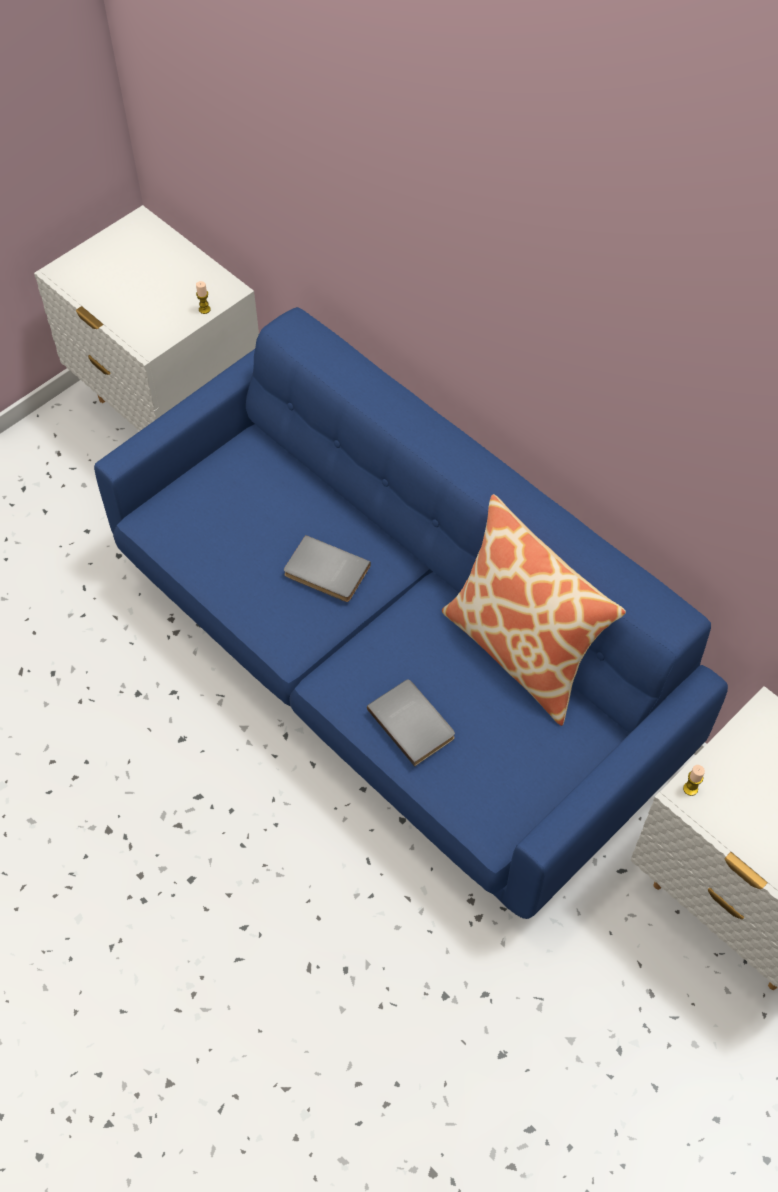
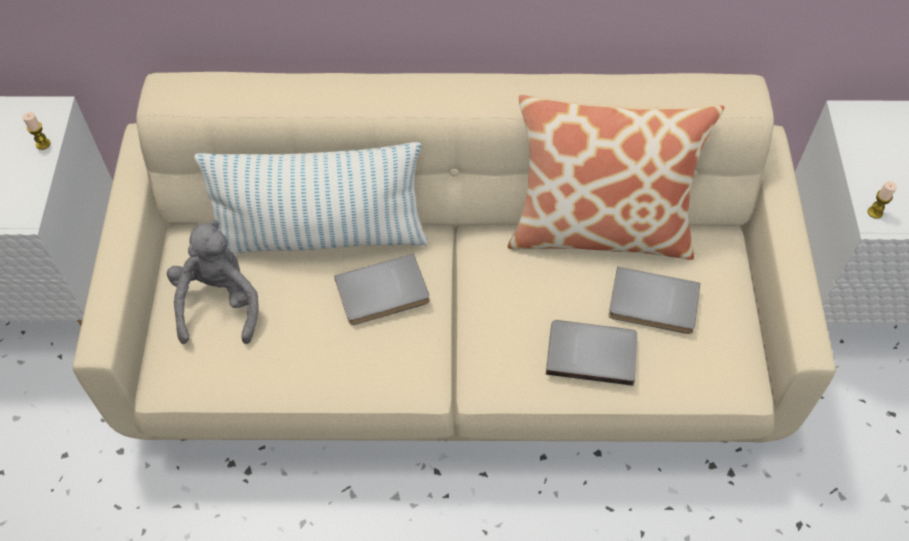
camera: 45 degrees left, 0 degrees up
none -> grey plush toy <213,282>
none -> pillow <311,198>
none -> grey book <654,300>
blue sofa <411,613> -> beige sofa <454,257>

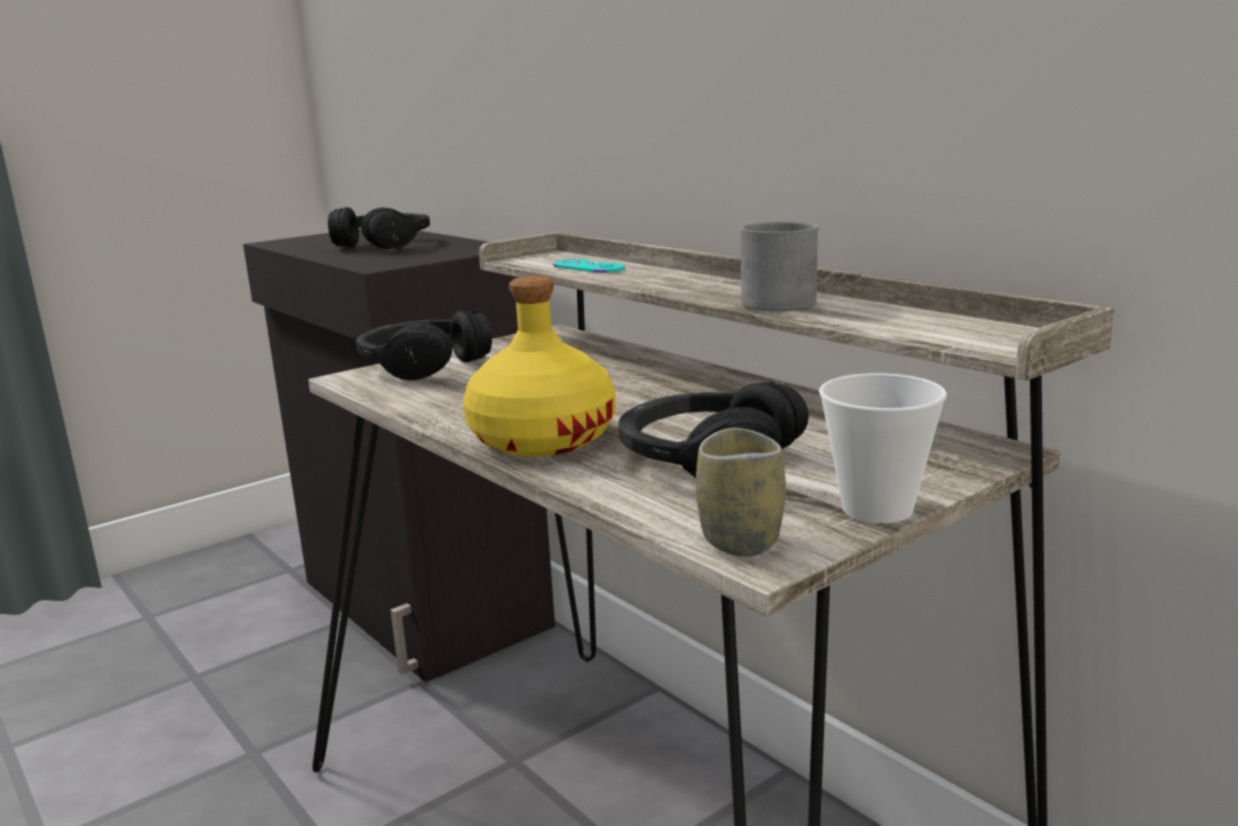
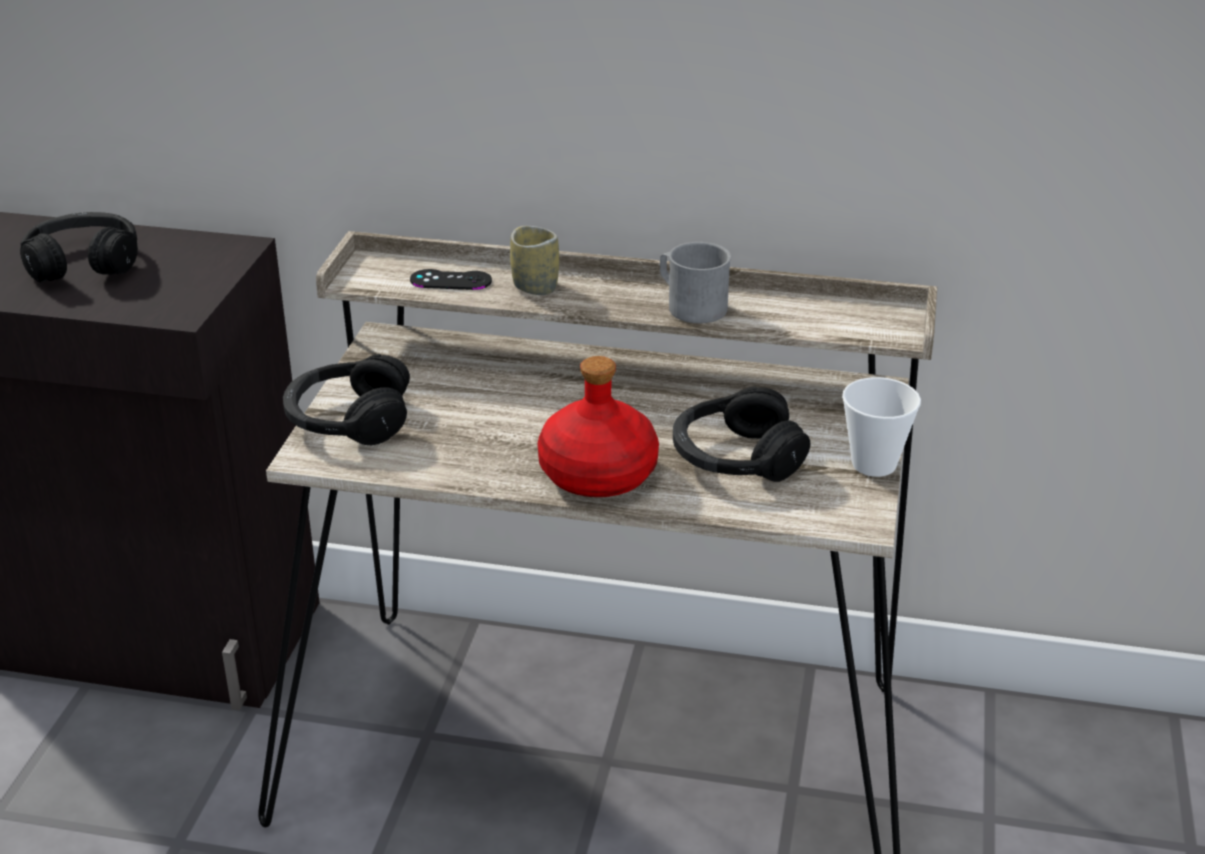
camera: 40 degrees left, 15 degrees up
cup <740,492> -> cup <534,260>, move
yellow bottle <539,366> -> red bottle <598,426>
turquoise game controller <589,266> -> black game controller <451,279>

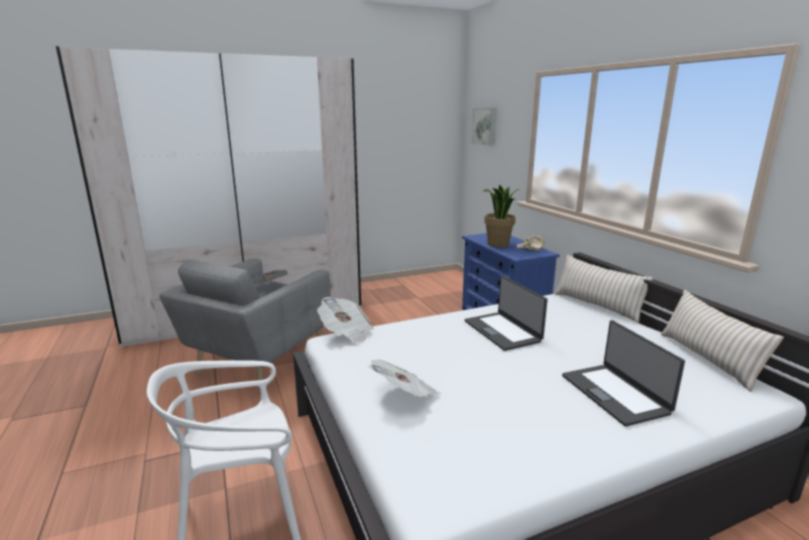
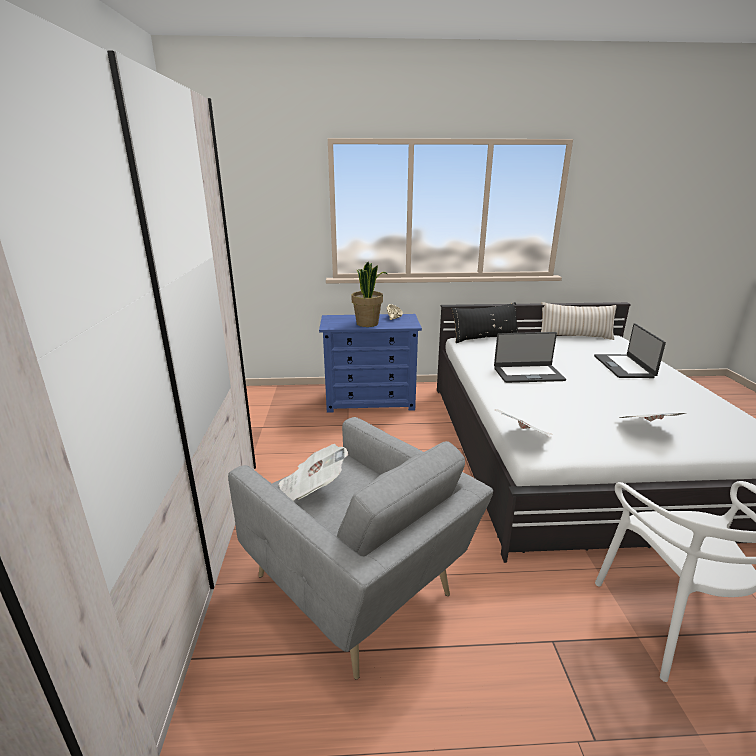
camera: 70 degrees left, 5 degrees up
picture <484,127> -> none
beige pillow <604,289> -> black pillow <485,322>
laptop <623,373> -> laptop <630,350>, 90 degrees clockwise

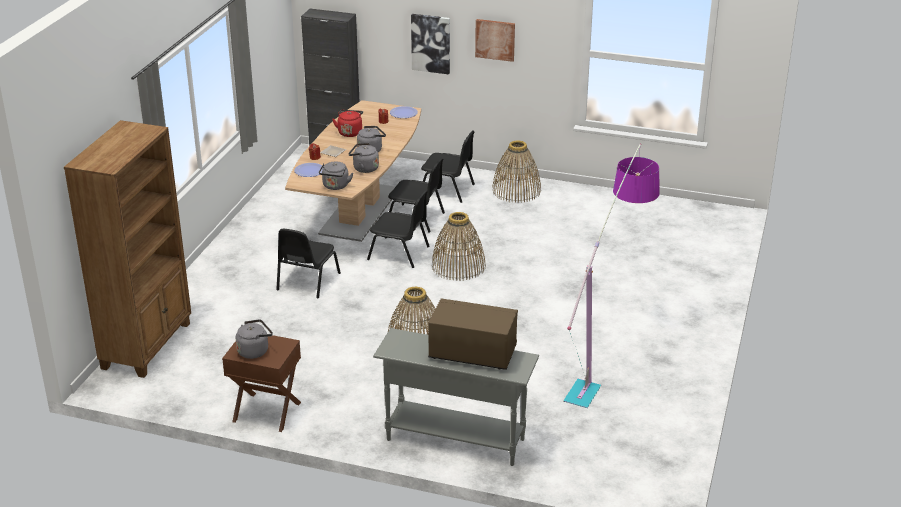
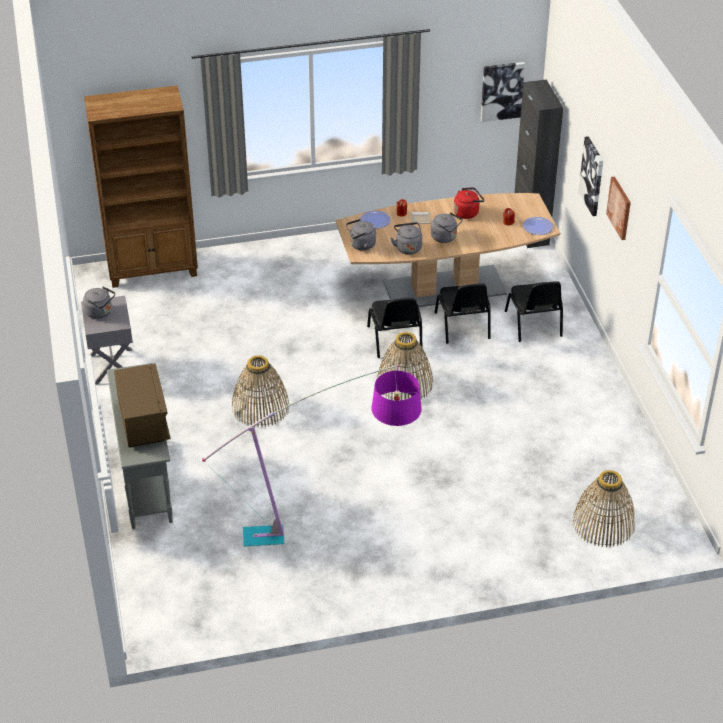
camera: 60 degrees right, 10 degrees up
black chair <308,263> -> none
none -> picture <503,92>
basket <516,172> -> basket <604,508>, move
brown nightstand <261,383> -> grey nightstand <107,340>

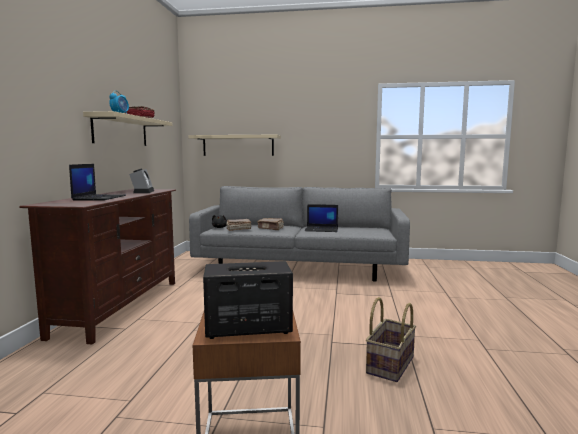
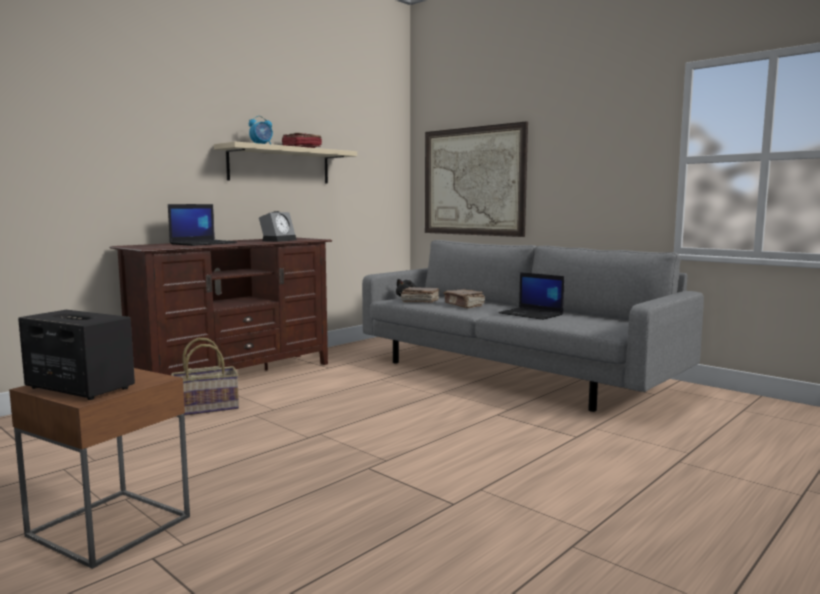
camera: 35 degrees right, 0 degrees up
basket <391,339> -> basket <205,377>, move
beige shelf <234,145> -> picture <476,179>

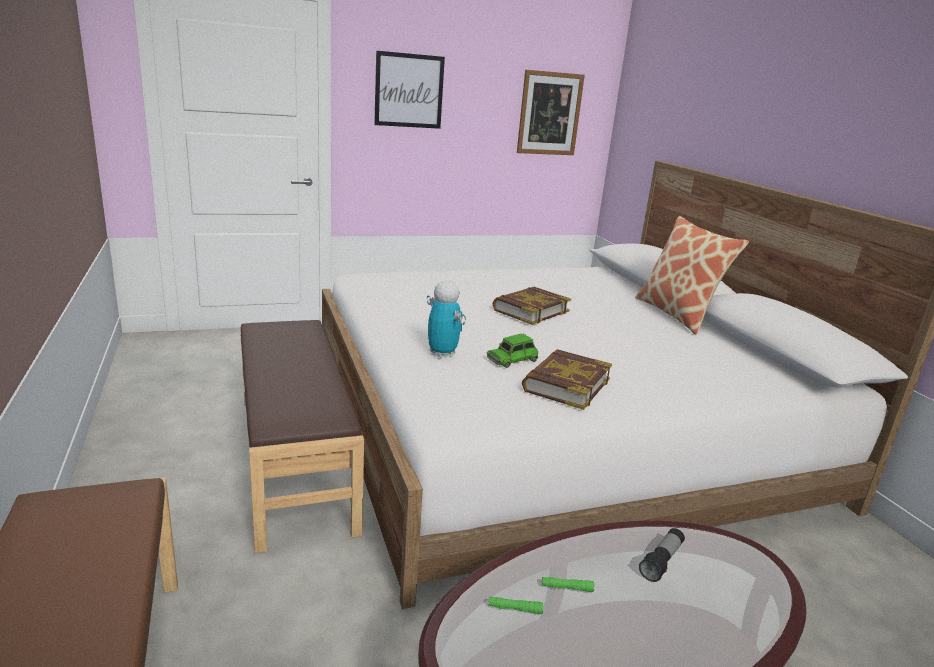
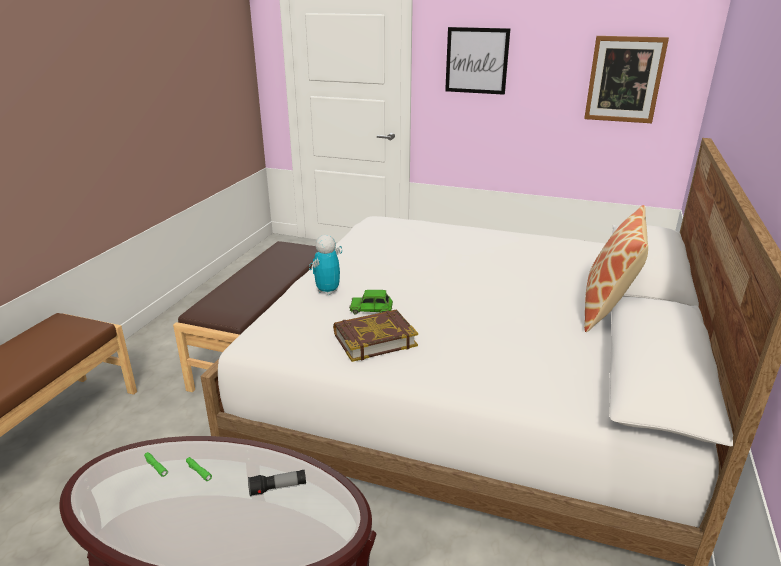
camera: 40 degrees right, 5 degrees up
book <532,306> -> none
toy robot <446,319> -> toy robot <325,265>, 150 degrees counterclockwise

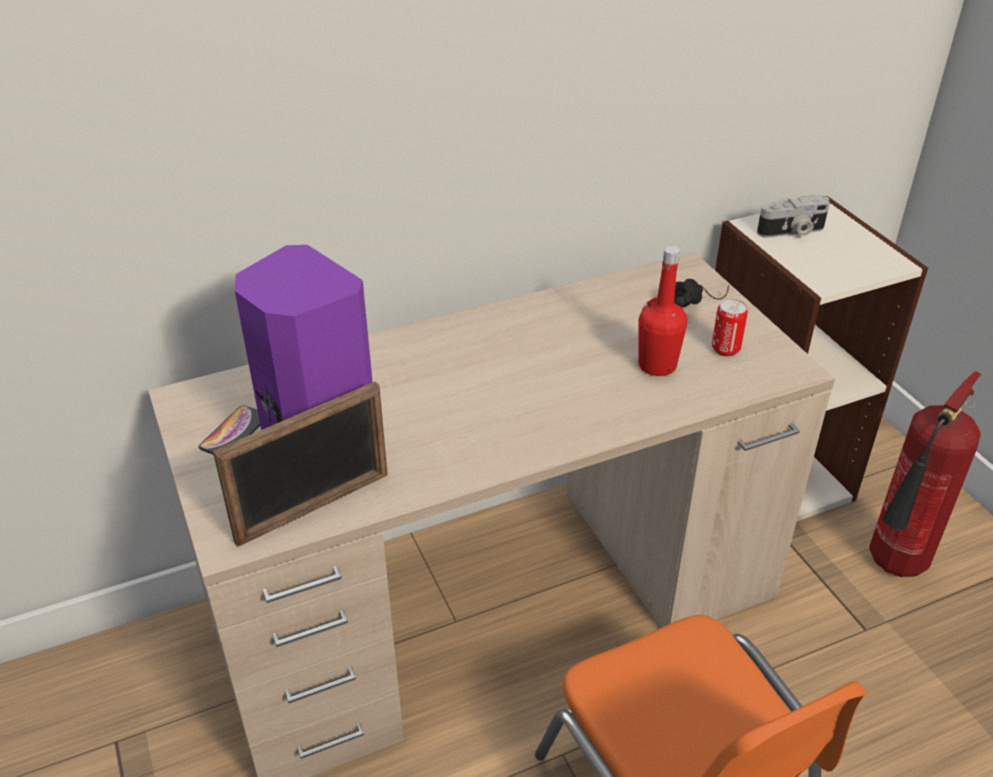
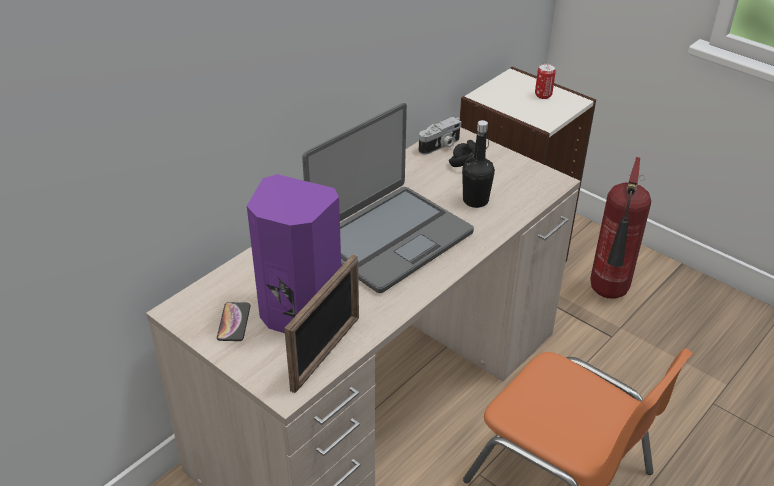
camera: 25 degrees left, 0 degrees up
none -> laptop <388,198>
can <730,327> -> can <545,81>, move
photo camera <793,216> -> photo camera <440,136>, move
red bottle <662,311> -> black bottle <478,164>

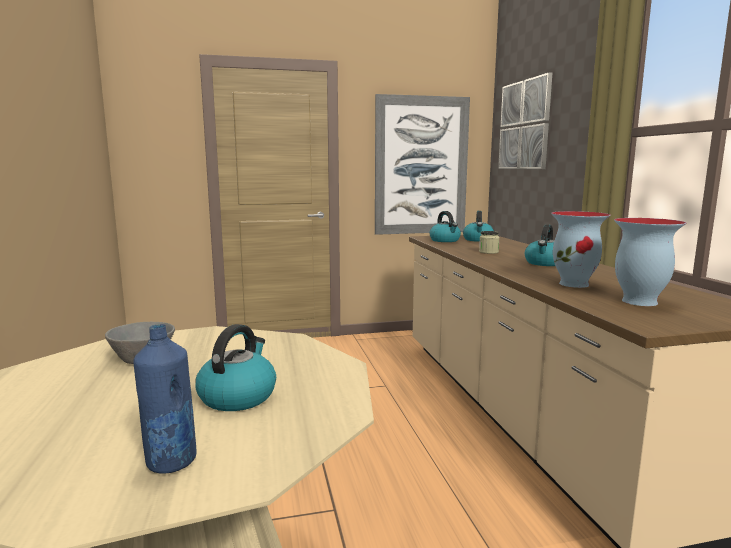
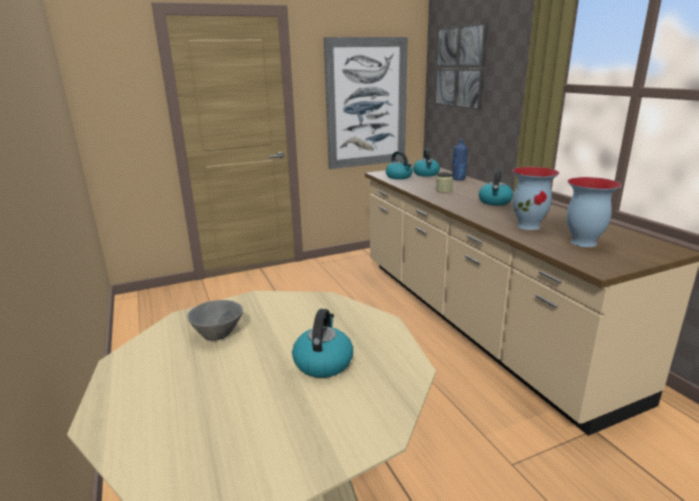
camera: 10 degrees left, 10 degrees up
blue bottle <165,399> -> blue bottle <460,160>, move

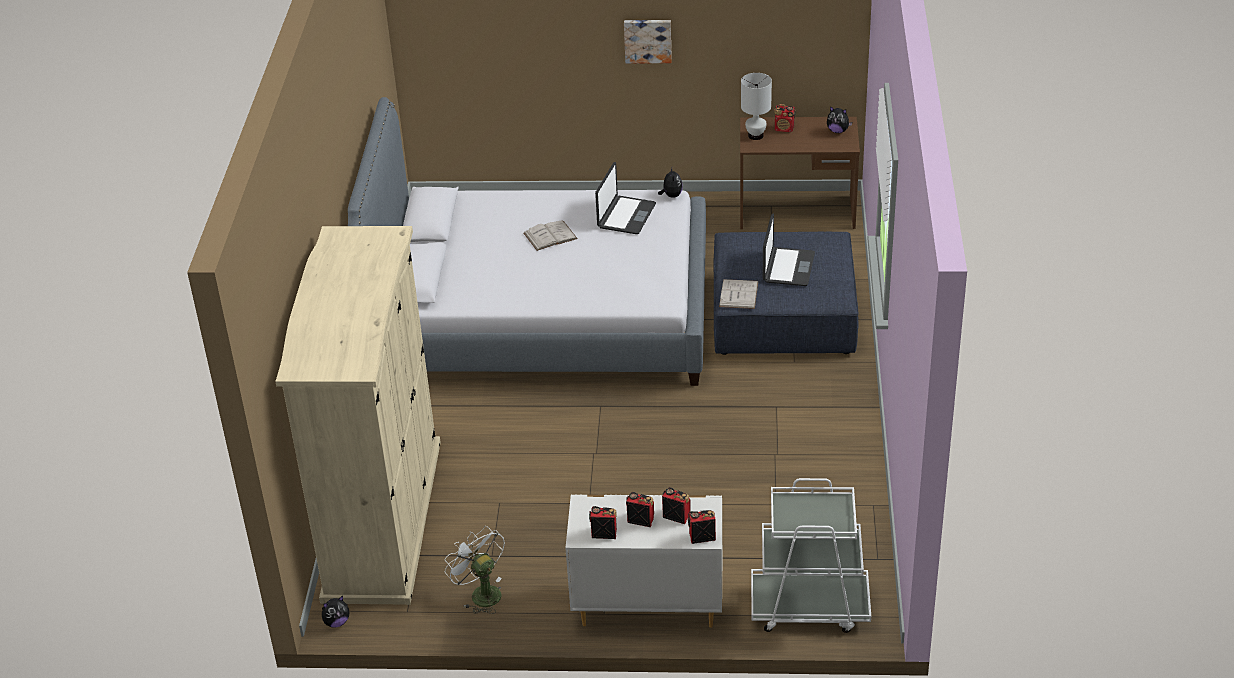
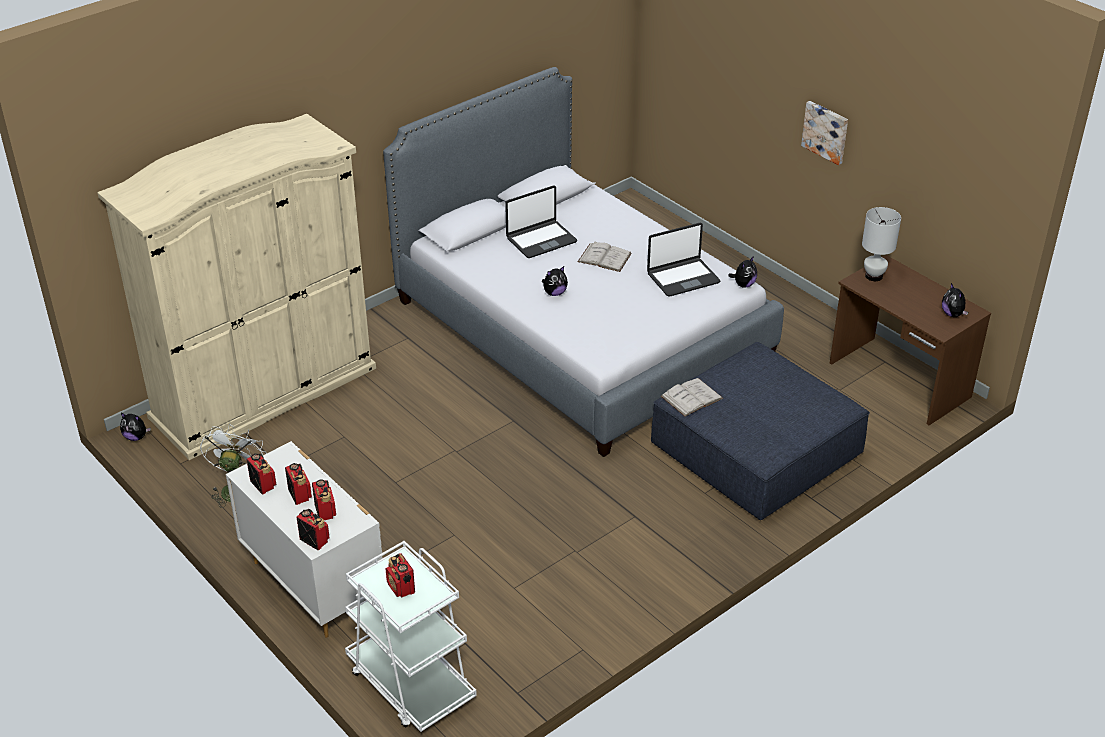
camera: 45 degrees right, 0 degrees up
none -> plush toy <555,281>
laptop <788,250> -> laptop <541,222>, move
radio <784,118> -> radio <400,575>, move

